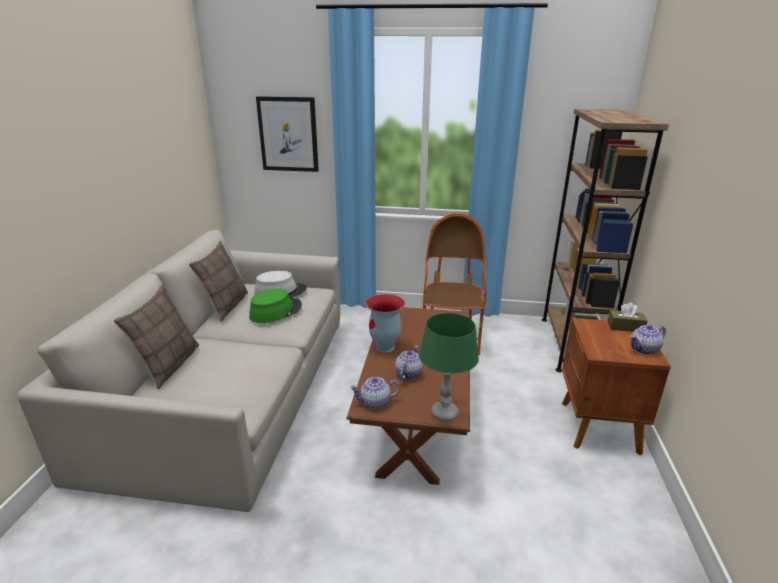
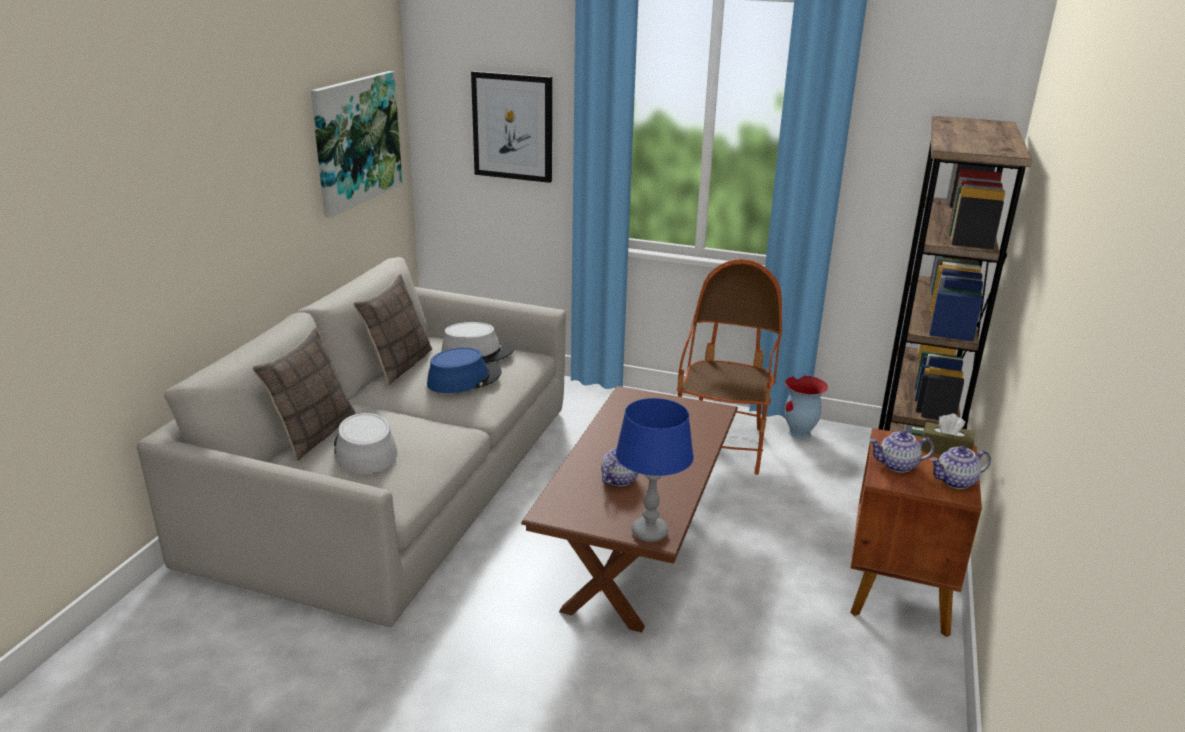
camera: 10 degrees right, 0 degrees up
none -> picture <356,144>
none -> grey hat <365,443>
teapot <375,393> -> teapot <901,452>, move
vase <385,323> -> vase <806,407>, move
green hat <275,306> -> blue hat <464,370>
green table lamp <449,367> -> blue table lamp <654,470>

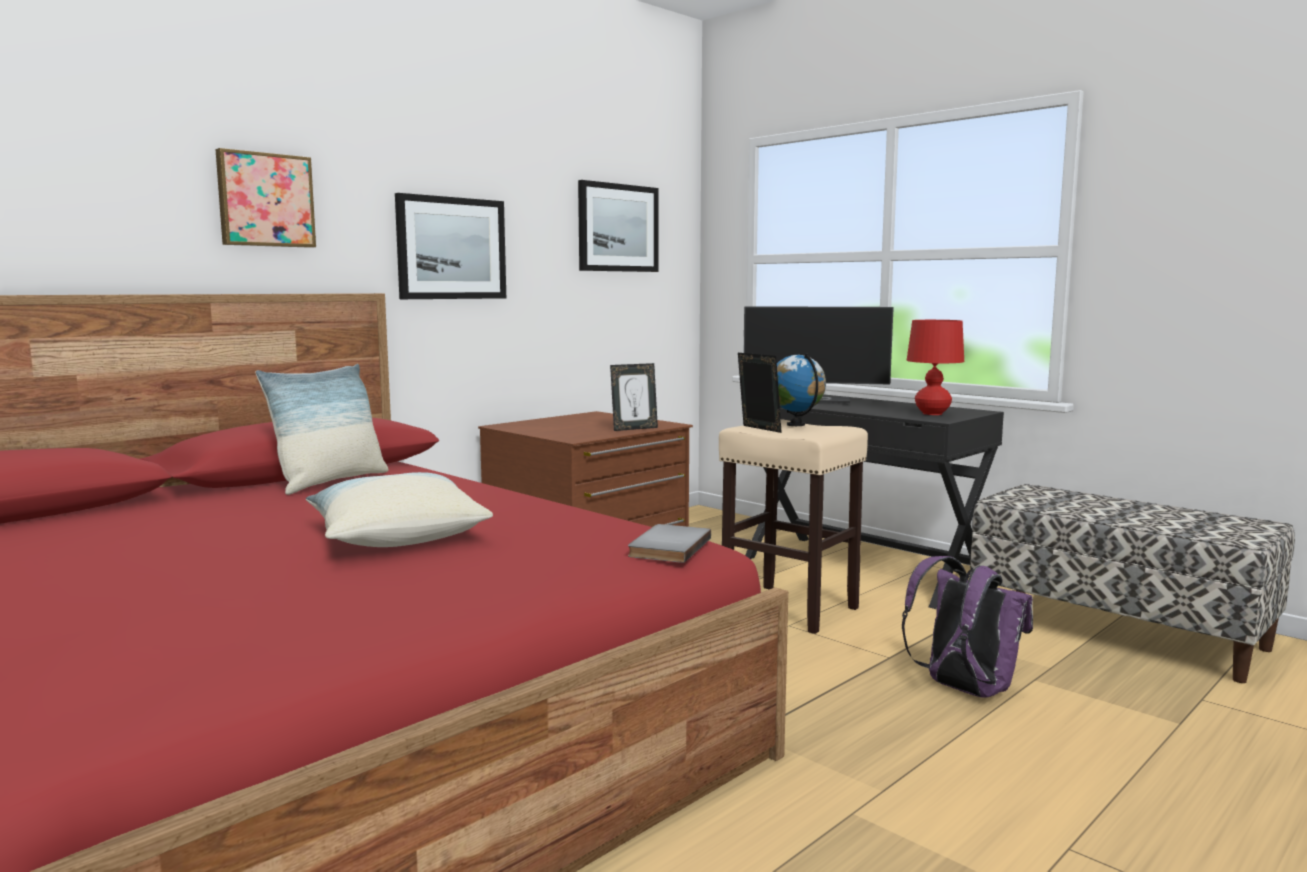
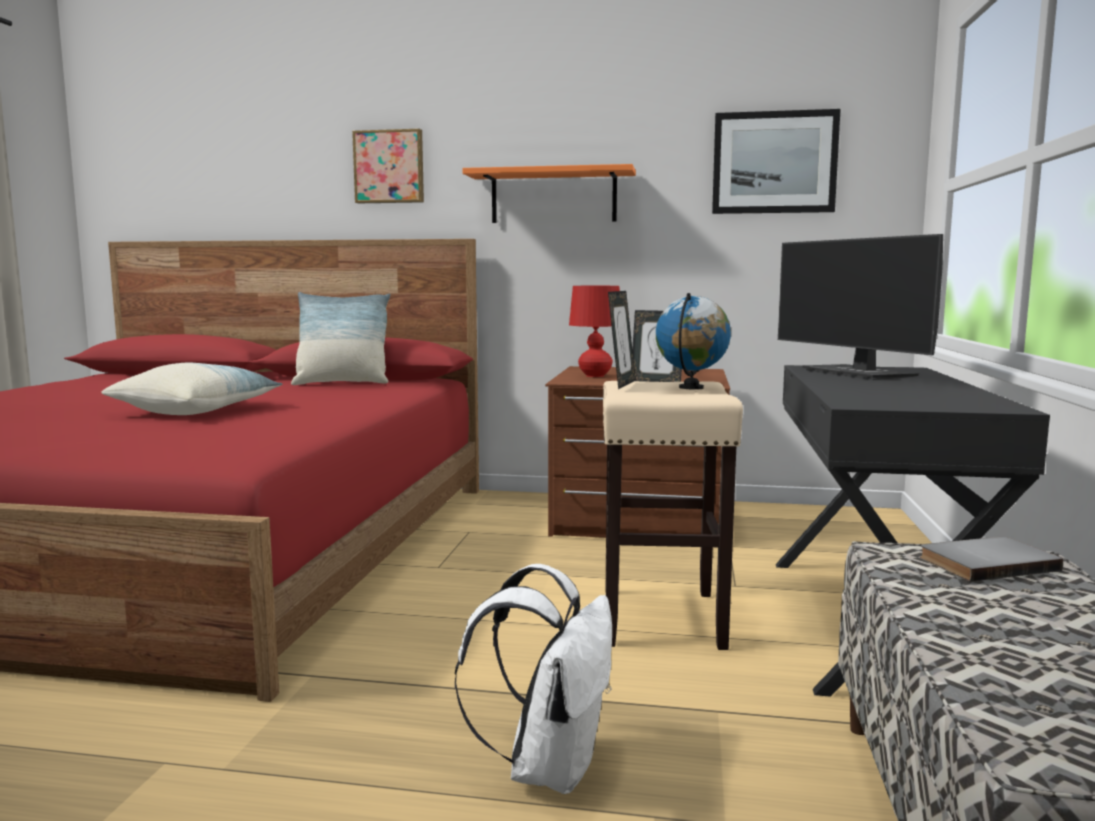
camera: 55 degrees right, 0 degrees up
grey book <669,543> -> grey book <991,559>, move
red table lamp <935,367> -> red table lamp <594,331>, move
picture <450,246> -> orange shelf <549,193>
purple backpack <967,627> -> white backpack <533,679>

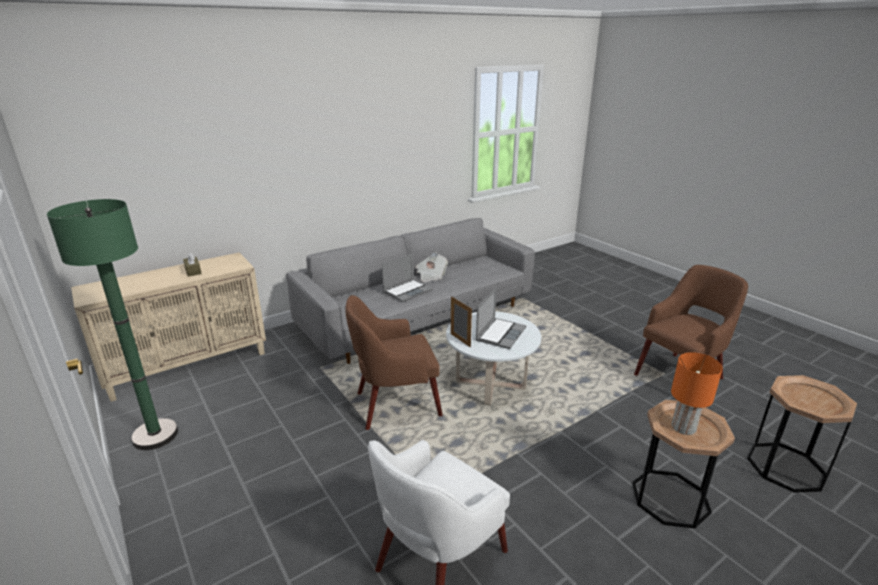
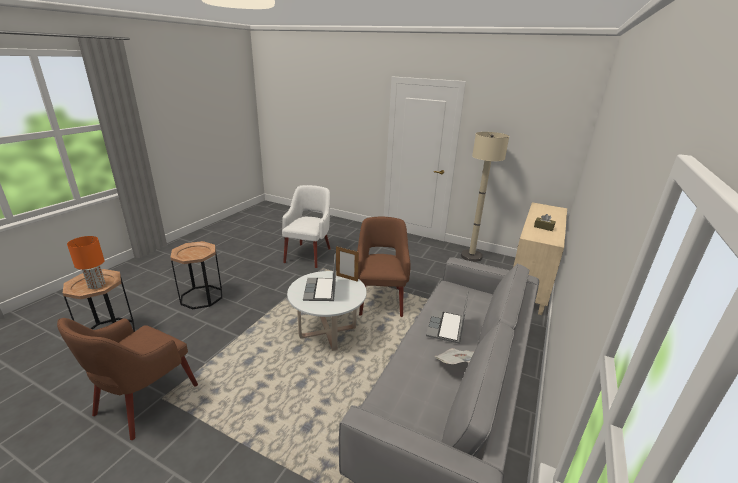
camera: 150 degrees right, 0 degrees up
orange table lamp <697,393> -> orange table lamp <86,262>, move
green floor lamp <112,324> -> beige floor lamp <485,197>
brown armchair <394,362> -> brown armchair <384,267>, 45 degrees counterclockwise

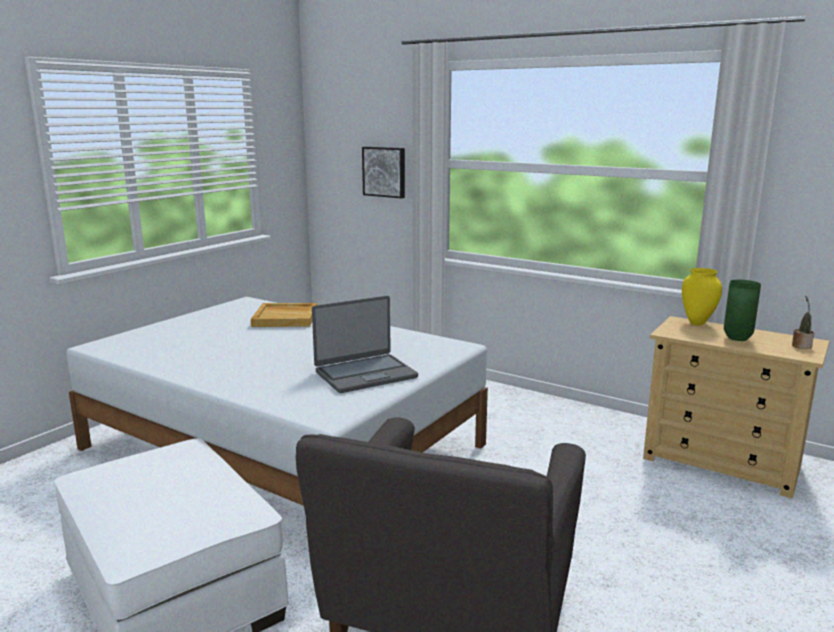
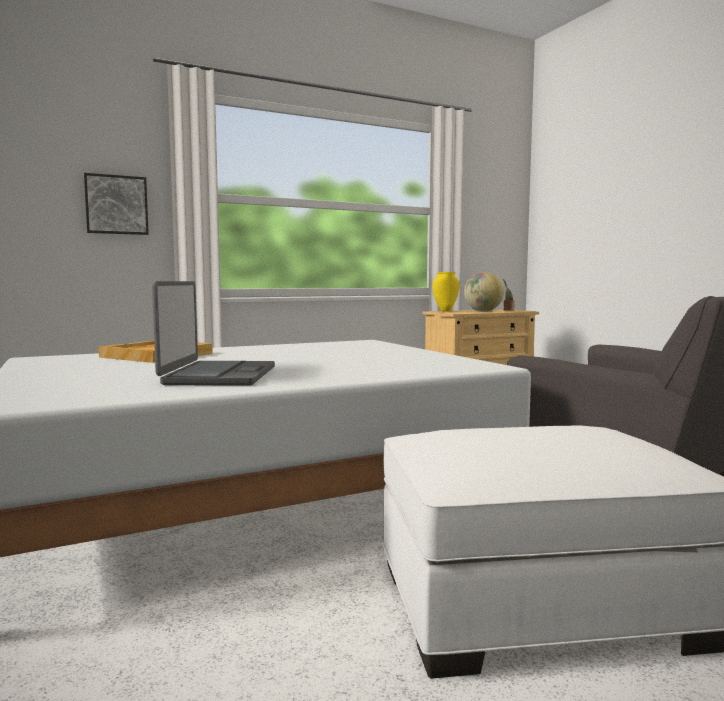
camera: 60 degrees left, 10 degrees down
laptop <365,344> -> laptop <213,333>, move
green vase <742,310> -> globe <484,292>

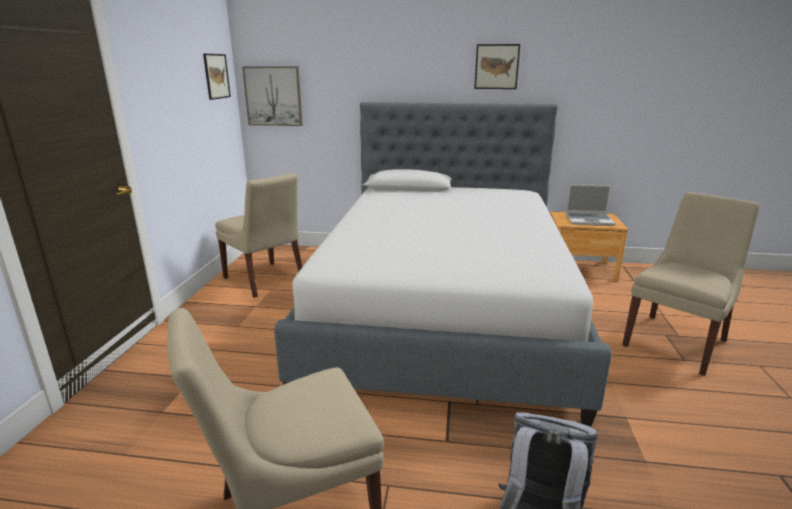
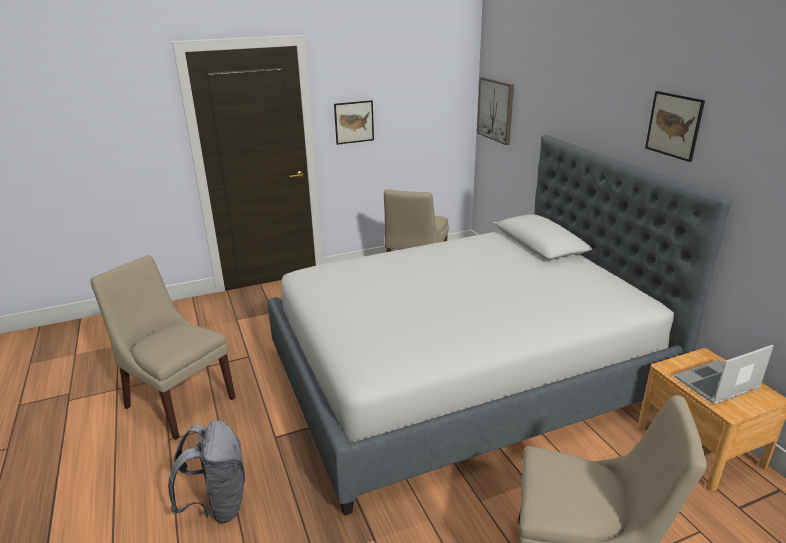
camera: 60 degrees right, 5 degrees up
picture <217,77> -> picture <354,122>, move
laptop <590,205> -> laptop <724,375>, 90 degrees clockwise

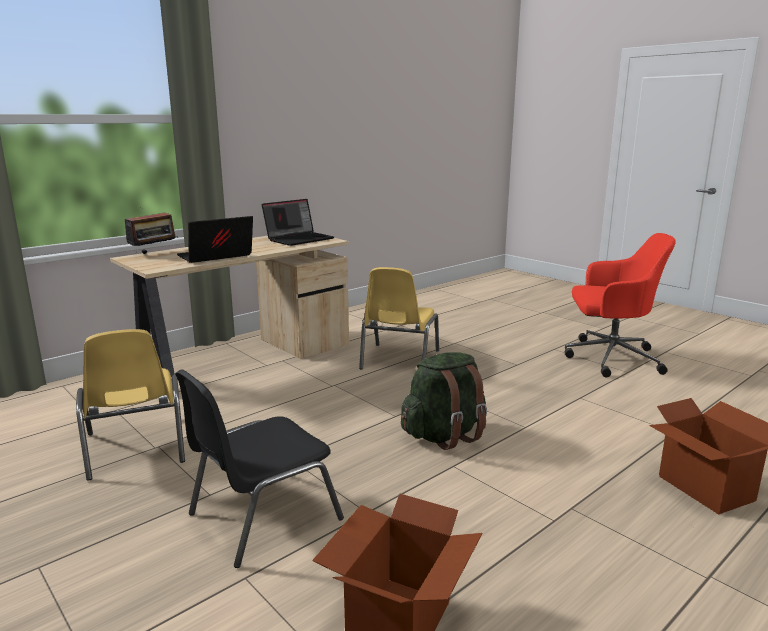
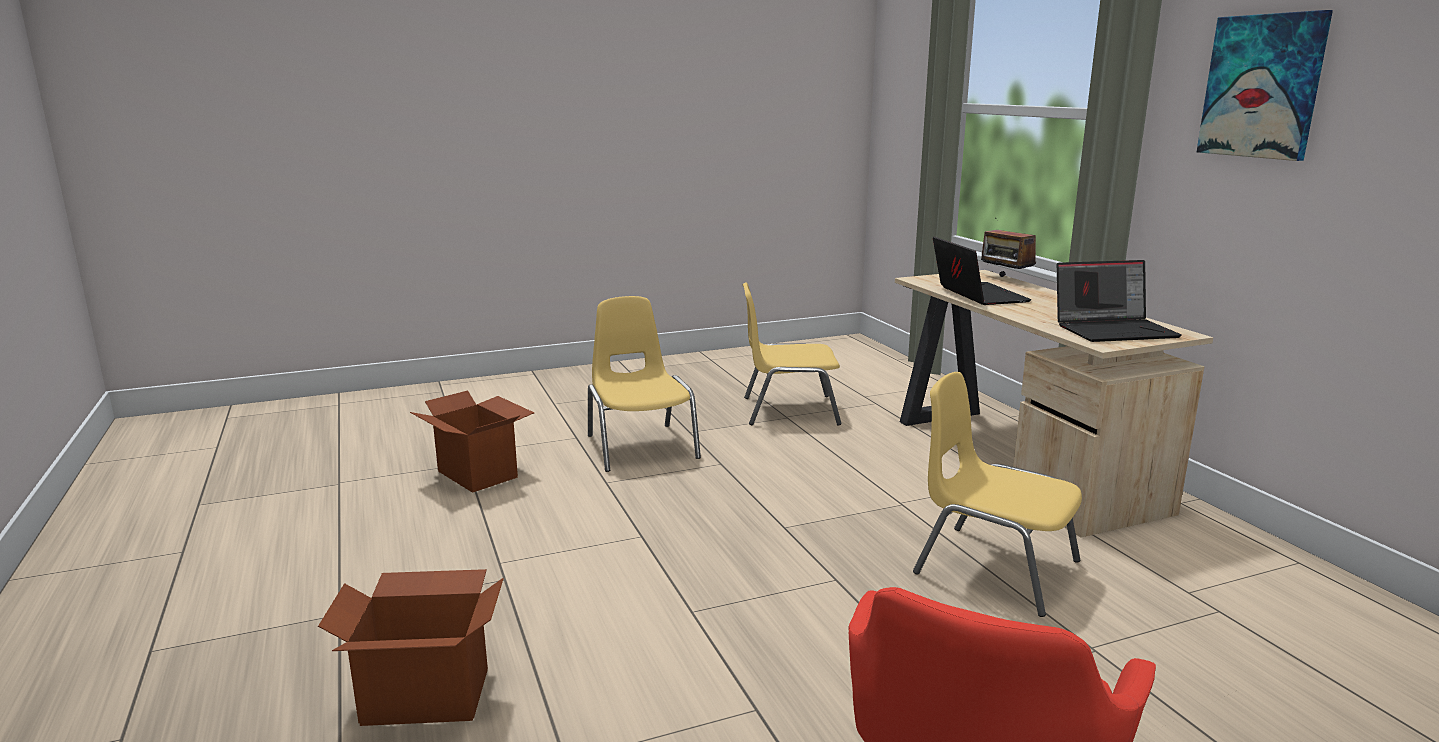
camera: 110 degrees right, 0 degrees up
green backpack <444,401> -> none
none -> picture <1265,85>
black chair <259,468> -> yellow chair <644,384>
laptop <298,222> -> laptop <1119,301>, 75 degrees counterclockwise

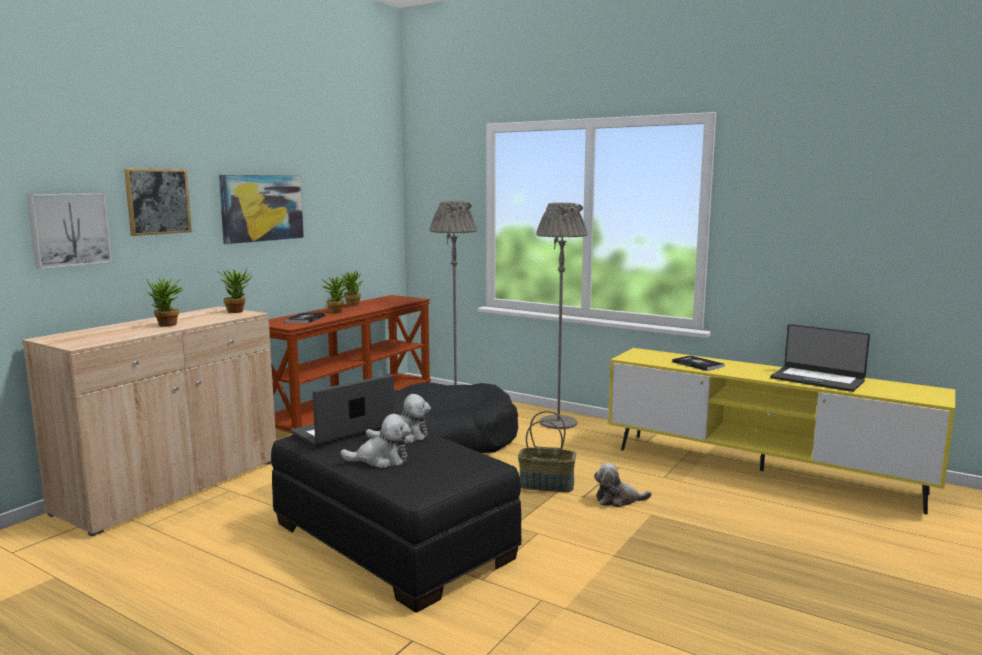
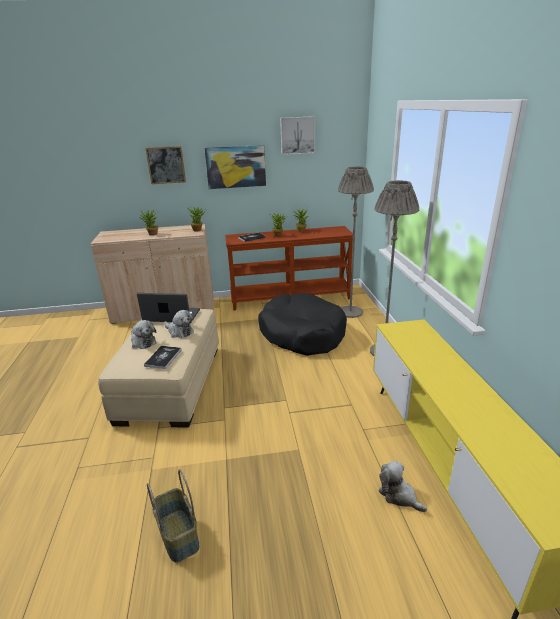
camera: 50 degrees right, 15 degrees up
laptop <820,358> -> none
picture <69,231> -> picture <297,135>, move
basket <547,451> -> basket <173,516>, move
plush toy <623,485> -> plush toy <403,486>, move
book <698,363> -> book <162,357>, move
black ottoman <396,521> -> beige ottoman <158,368>

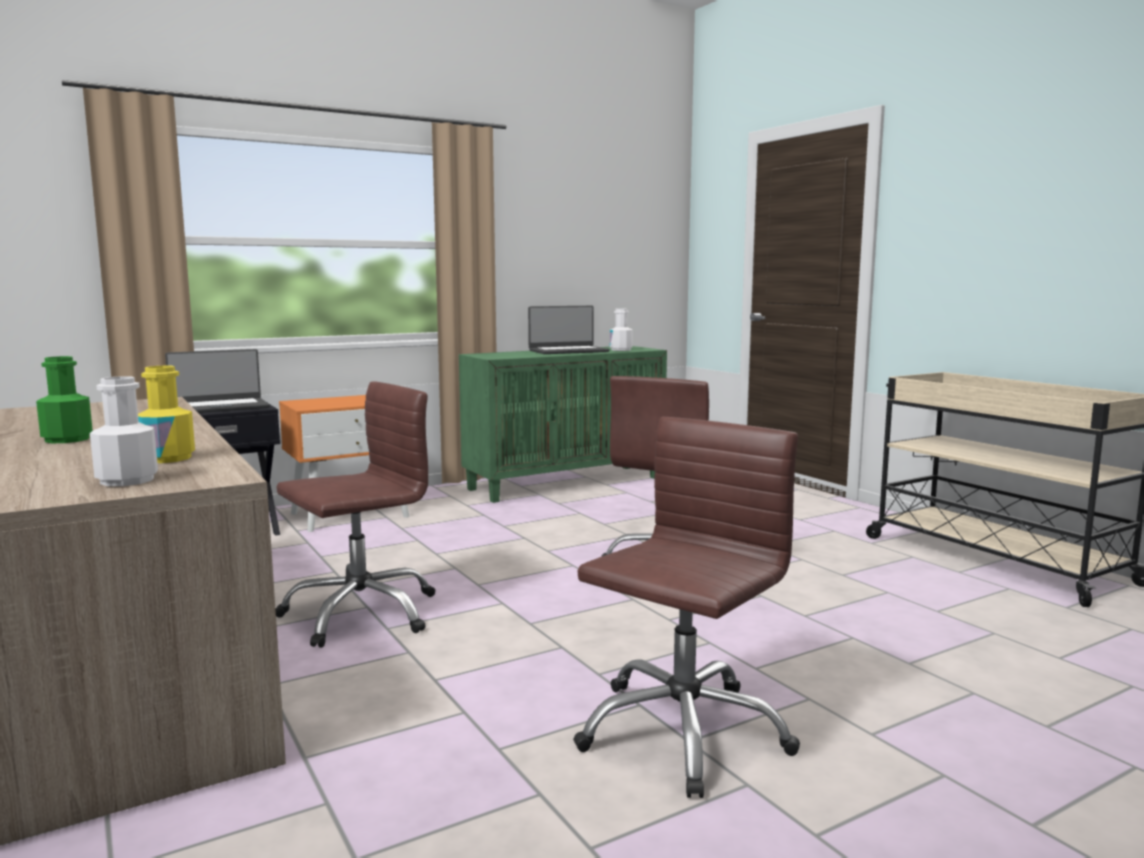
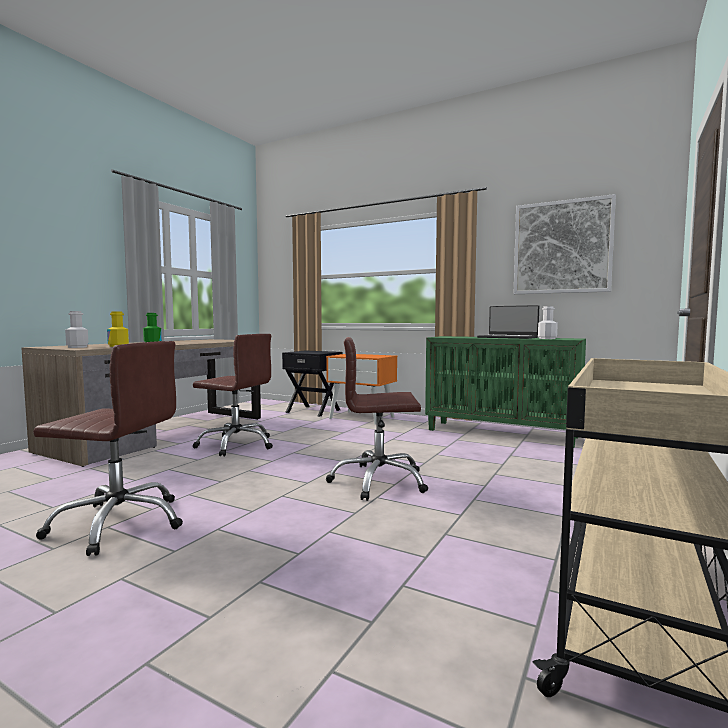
camera: 60 degrees right, 5 degrees down
laptop <217,381> -> none
none -> picture <565,244>

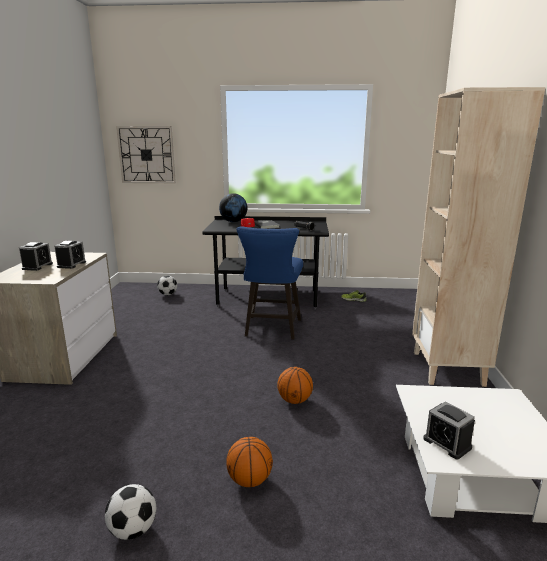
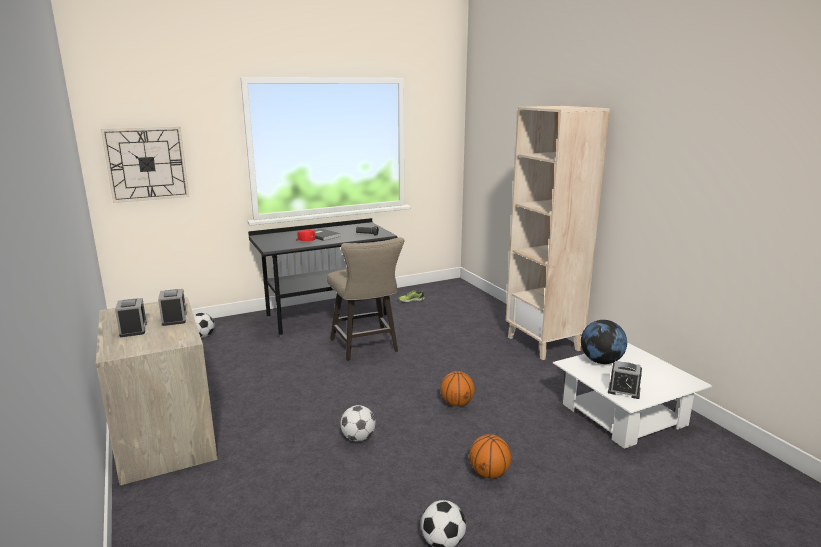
camera: 30 degrees left, 0 degrees up
none -> football <357,423>
globe <233,207> -> globe <604,342>, move
blue stool <269,283> -> beige stool <365,299>

